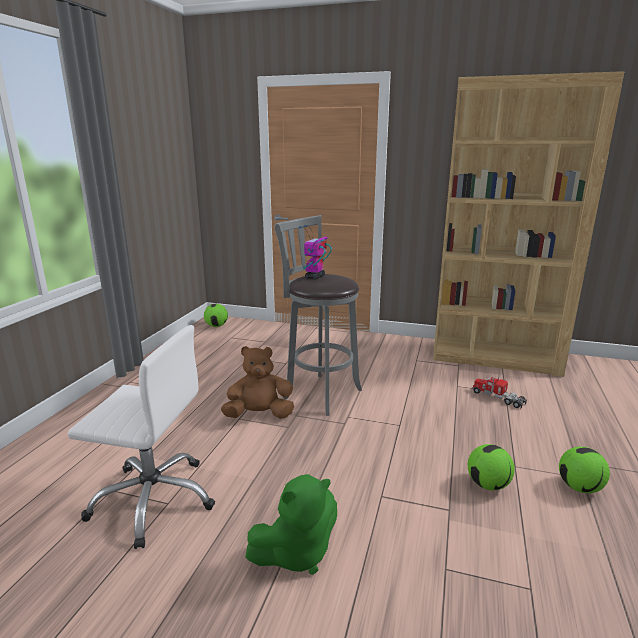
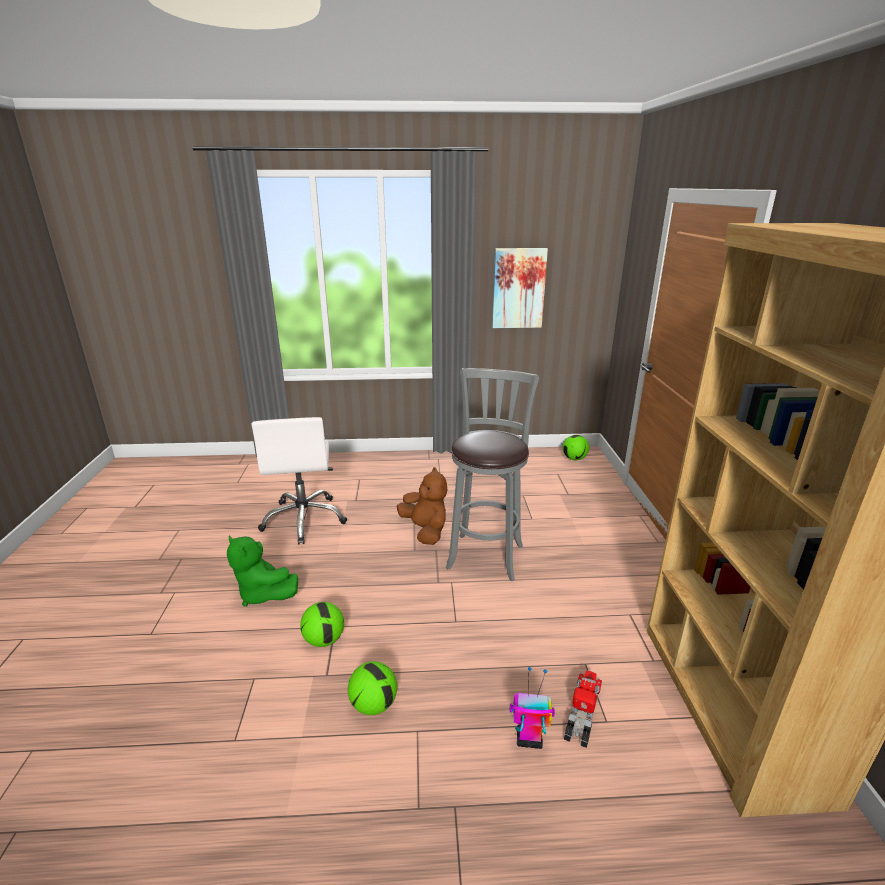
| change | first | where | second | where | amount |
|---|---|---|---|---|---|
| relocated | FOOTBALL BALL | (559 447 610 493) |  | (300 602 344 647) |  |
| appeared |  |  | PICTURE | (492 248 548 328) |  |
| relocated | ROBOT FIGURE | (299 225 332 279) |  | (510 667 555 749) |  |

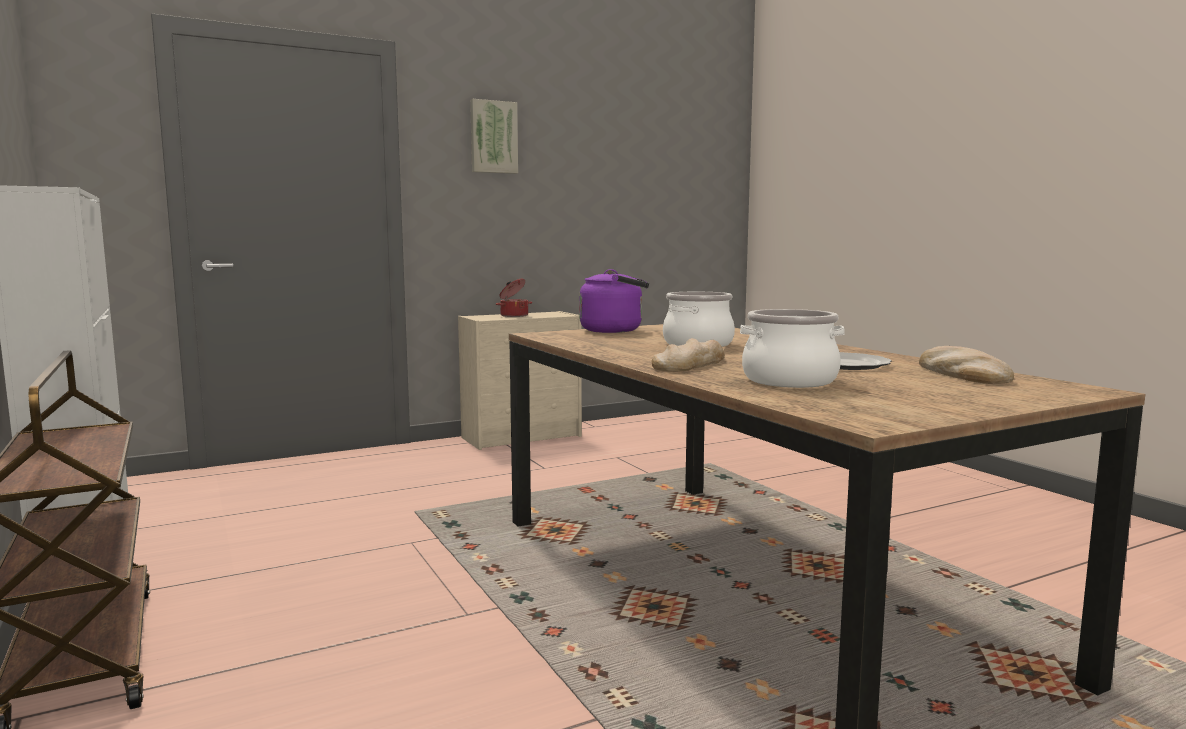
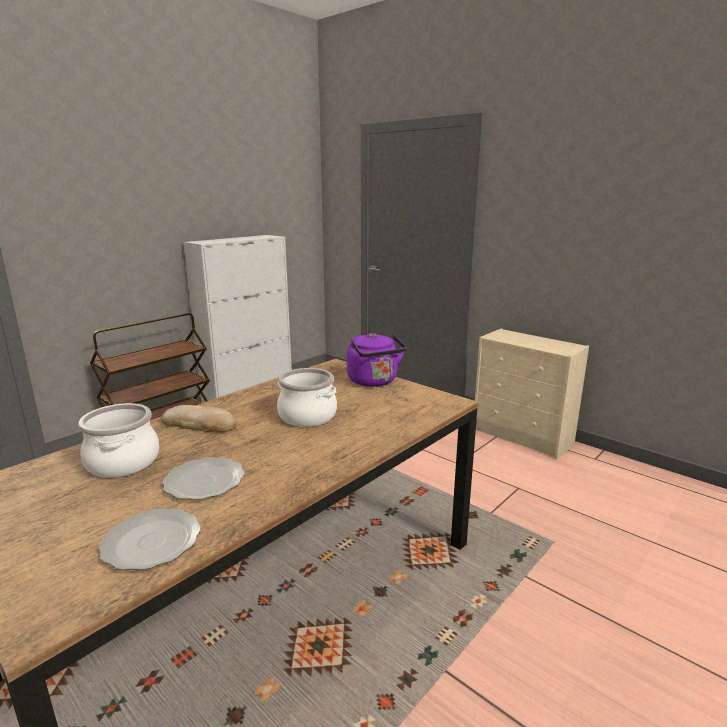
| change | first | where | second | where | amount |
|---|---|---|---|---|---|
| exchanged | BAKED BREAD | (919 346 1014 384) | PLATE | (99 509 201 570) |  |
| missing | PICTURE | (470 99 518 174) |  |  |  |
| missing | SAUCEPOT | (496 279 532 317) |  |  |  |

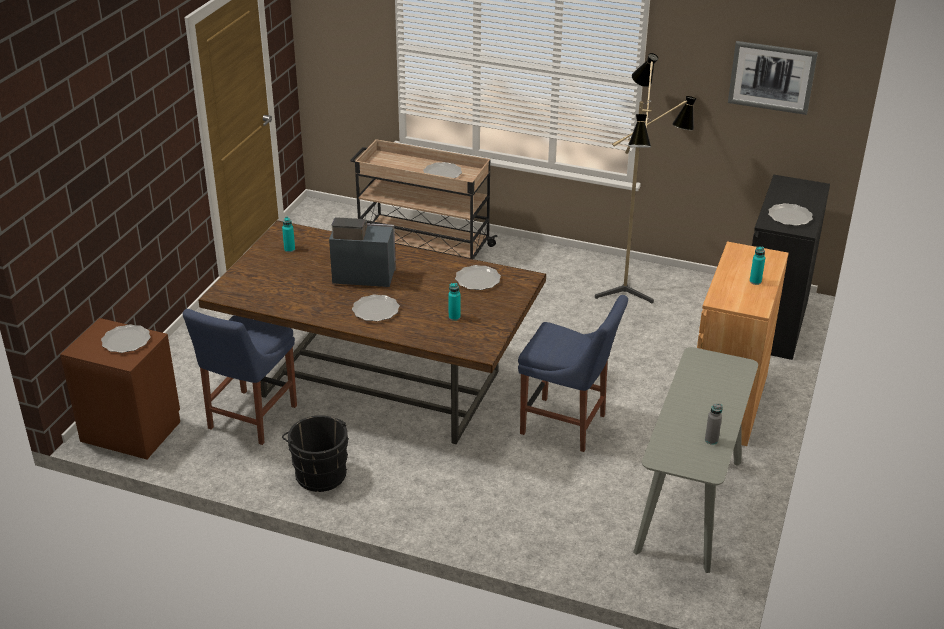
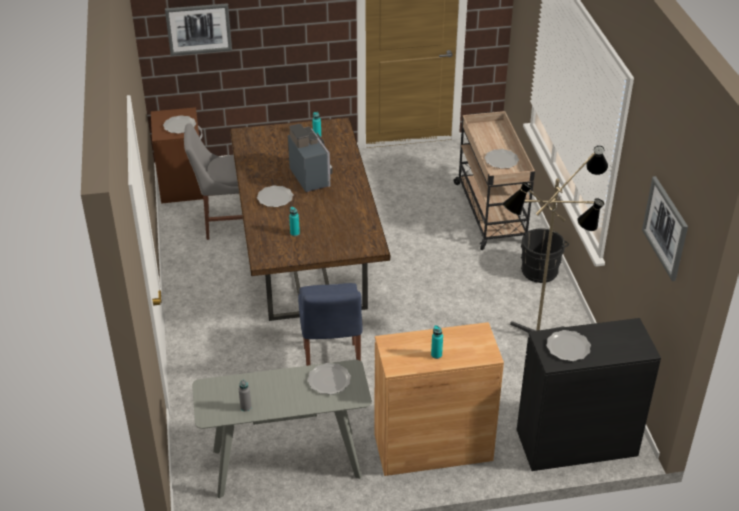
| change | first | where | second | where | amount |
|---|---|---|---|---|---|
| appeared |  |  | PICTURE | (165 3 232 56) |  |
| colour | BLUE-COLOURED UPRIGHT CHAIR | (183 309 297 445) | GREY UPRIGHT CHAIR | (184 124 243 240) |  |
| relocated | PLATE | (455 265 501 290) |  | (307 363 351 395) |  |
| relocated | BLACK BUCKET | (282 415 349 492) |  | (521 228 569 283) |  |

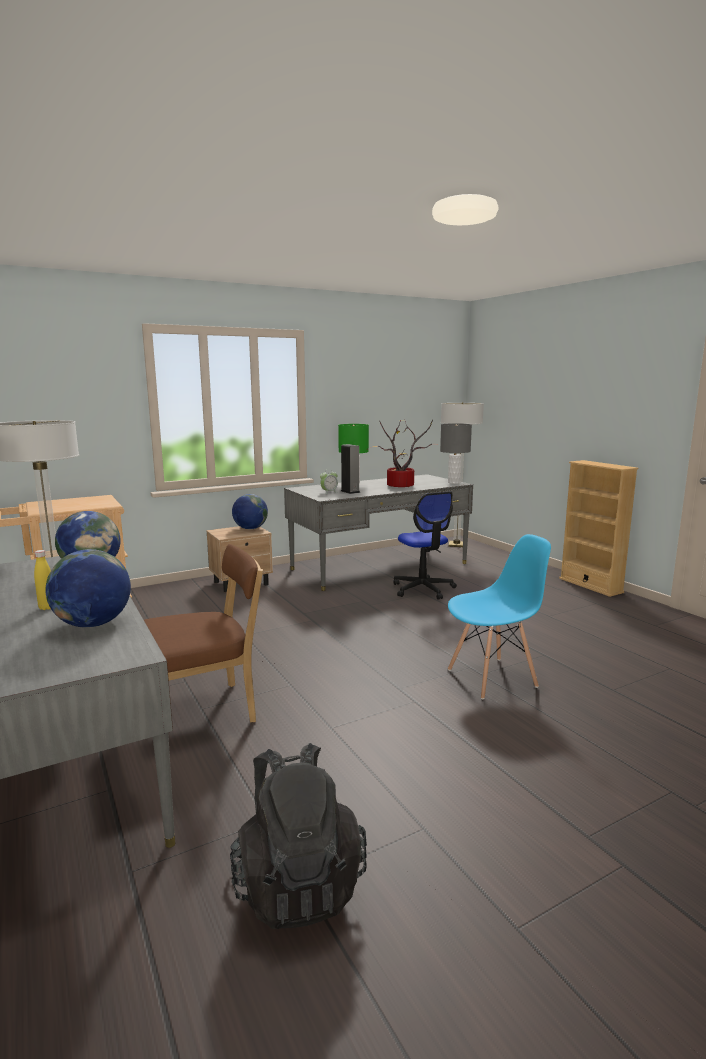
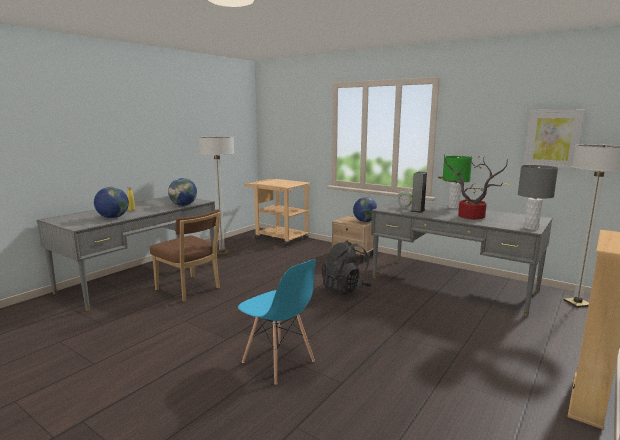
| change | first | where | second | where | amount |
|---|---|---|---|---|---|
| relocated | BLACK KNAPSACK | (230 743 367 929) |  | (322 240 372 295) |  |
| appeared |  |  | PICTURE | (523 109 585 170) |  |
| missing | OFFICE CHAIR | (393 492 457 600) |  |  |  |

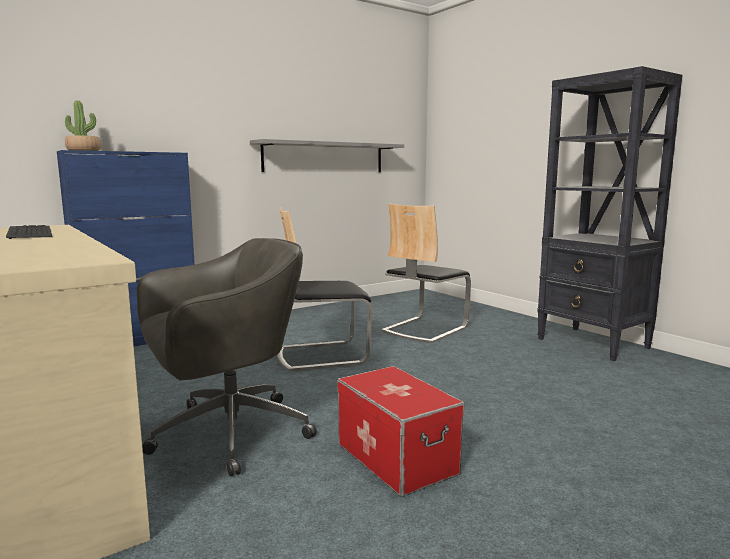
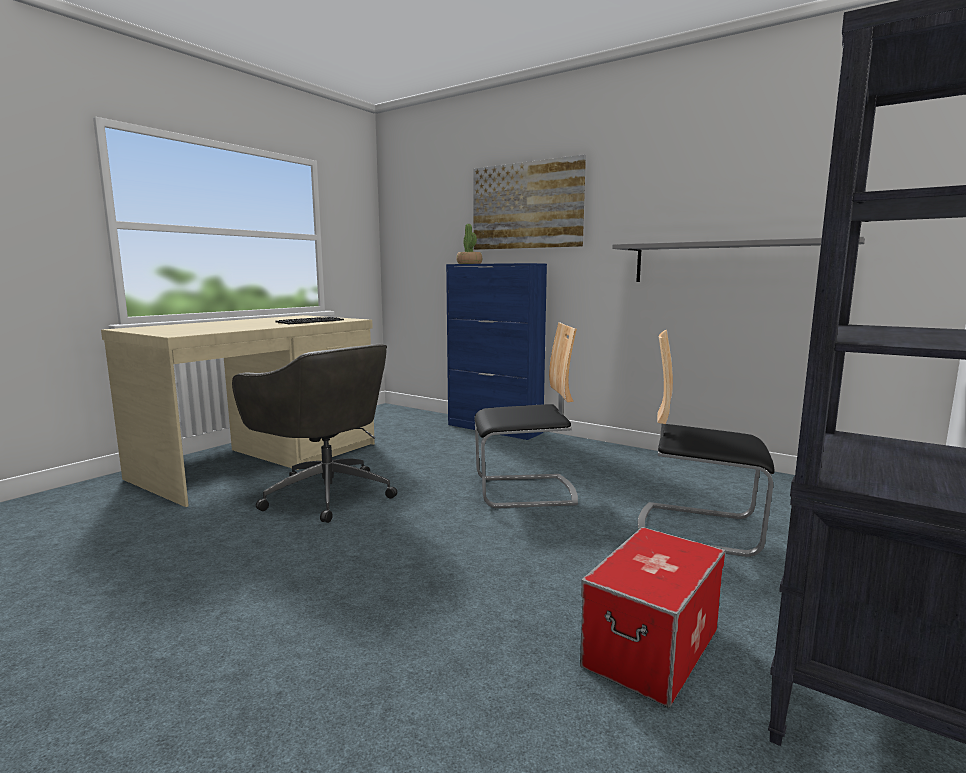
| change | first | where | second | where | amount |
|---|---|---|---|---|---|
| appeared |  |  | PICTURE | (473 155 586 250) |  |
| spun | UPRIGHT CHAIR | (277 207 372 371) |  | (475 322 578 508) | 120 degrees clockwise |
| relocated | STORAGE BOX | (337 366 464 497) |  | (580 527 725 708) |  |

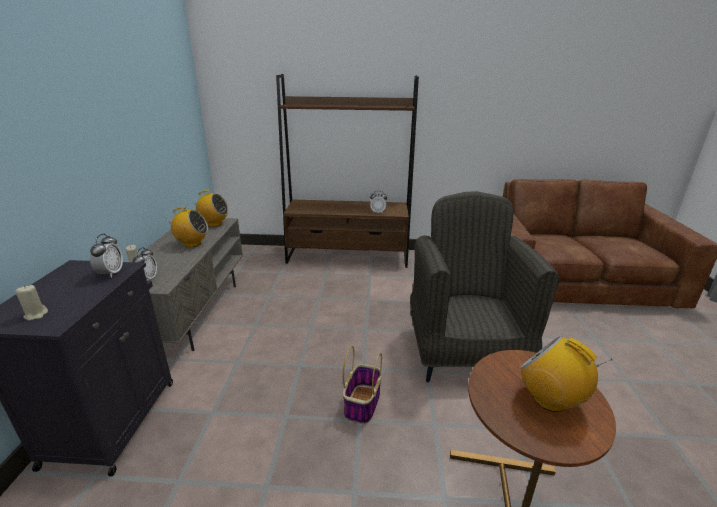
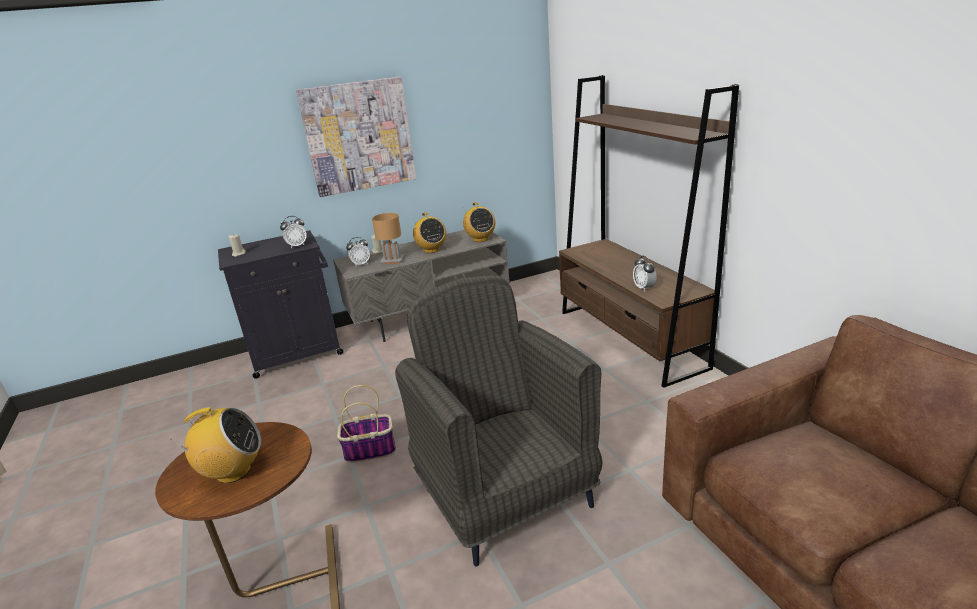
| change | first | where | second | where | amount |
|---|---|---|---|---|---|
| spun | RADIO SET | (520 336 612 412) |  | (171 407 261 483) | 60 degrees clockwise |
| appeared |  |  | PICTURE | (296 77 416 197) |  |
| appeared |  |  | BROWNISH LAMP FOR A TABLE | (372 213 404 264) |  |
| spun | GREY ARMCHAIR | (410 191 560 382) |  | (395 275 603 567) | 90 degrees counterclockwise |

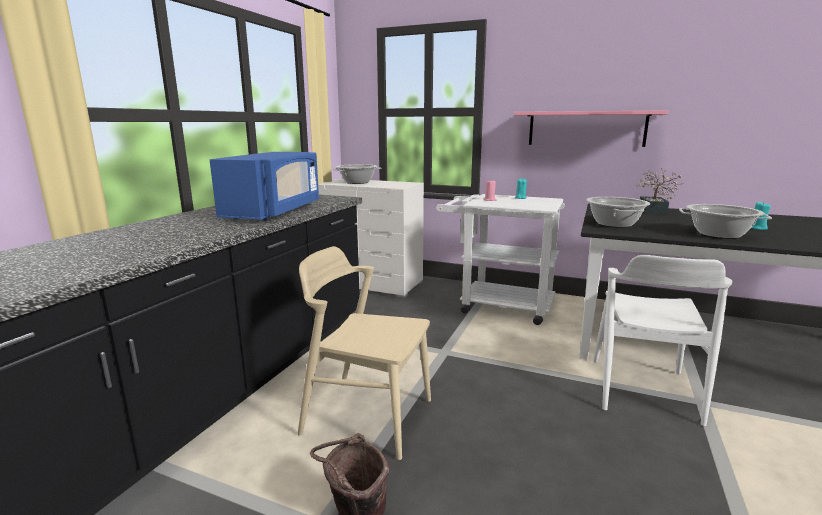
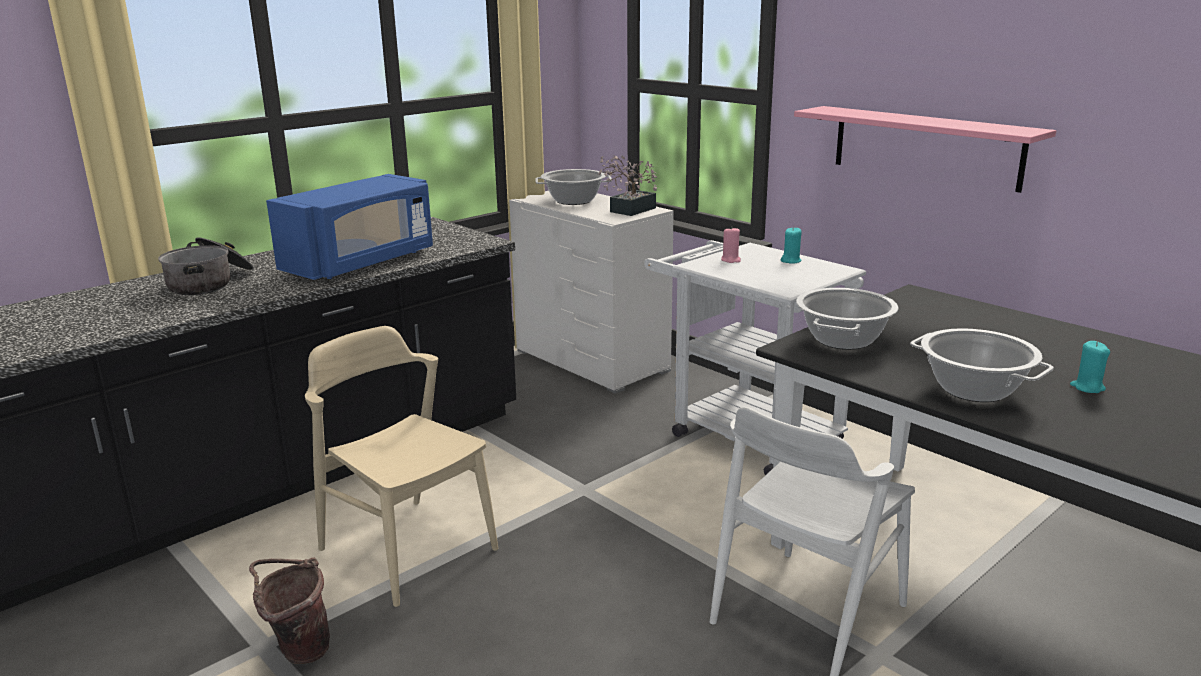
| change | first | where | second | where | amount |
|---|---|---|---|---|---|
| appeared |  |  | SAUCEPOT | (158 237 254 295) |  |
| relocated | POTTED PLANT | (636 168 684 214) |  | (598 155 657 216) |  |

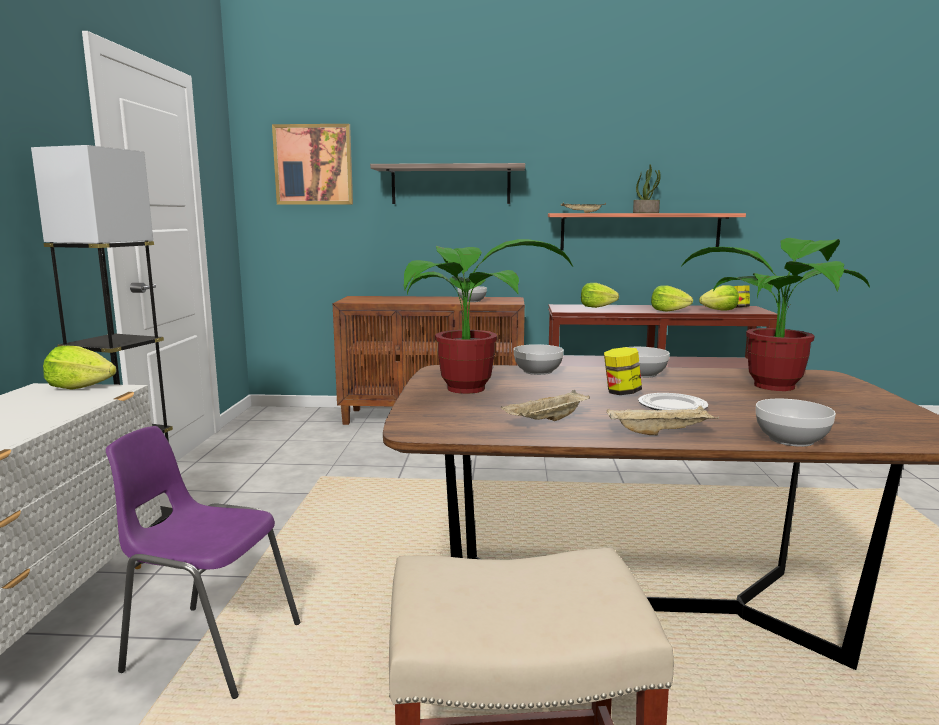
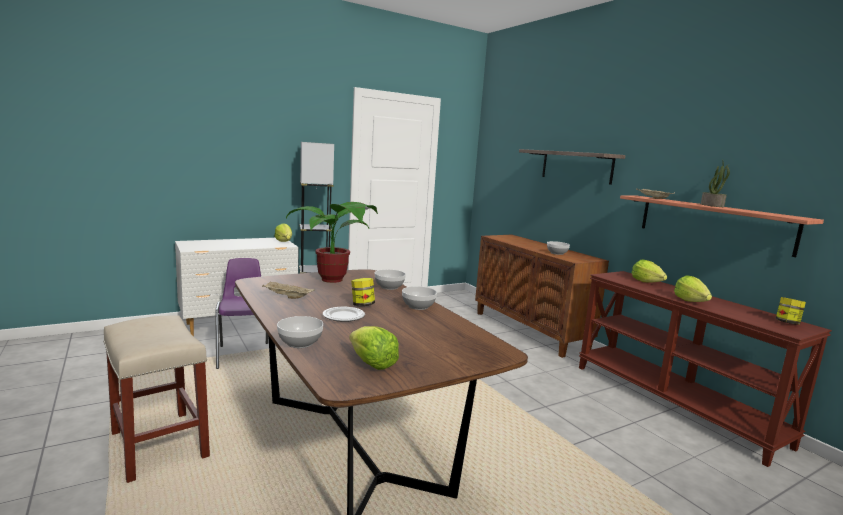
| change | first | where | second | where | amount |
|---|---|---|---|---|---|
| relocated | LETTUCE HEAD | (699 285 739 310) |  | (349 326 399 370) |  |
| missing | PICTURE | (272 124 353 205) |  |  |  |
| missing | BEIGE-COLOURED TRAY | (606 405 719 435) |  |  |  |
| missing | POTTED PLANT | (681 238 870 391) |  |  |  |

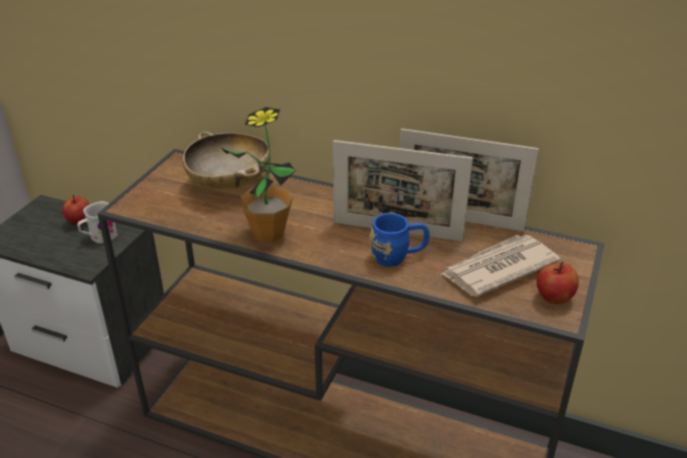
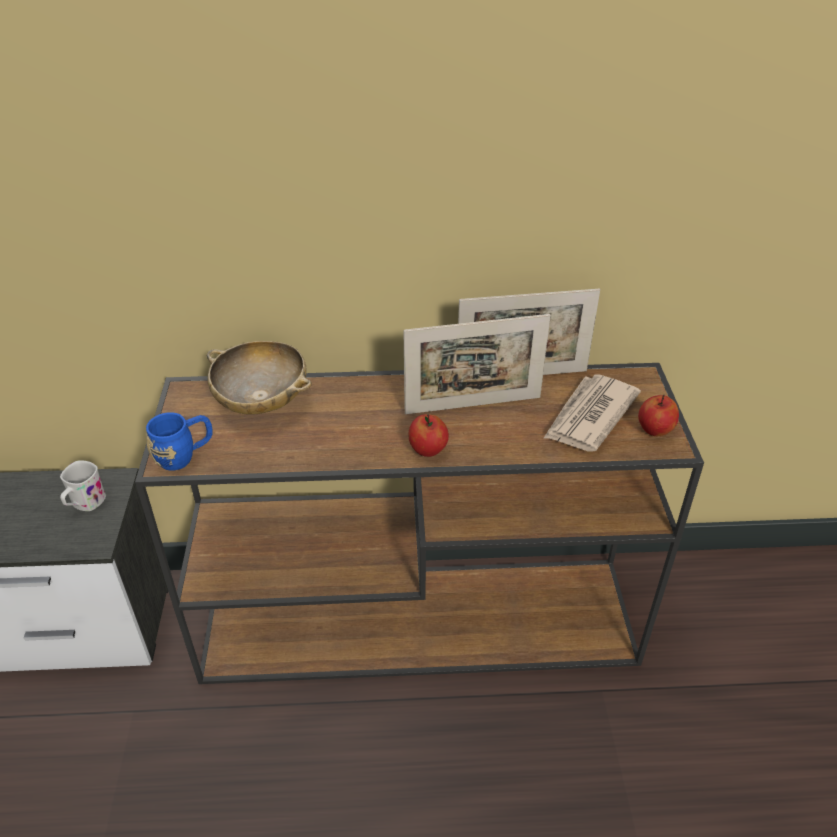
| change | first | where | second | where | amount |
|---|---|---|---|---|---|
| relocated | BLUE-COLOURED COFFEE MUG | (369 213 430 267) |  | (146 412 213 471) |  |
| relocated | APPLE | (62 195 90 225) |  | (408 414 449 457) |  |
| missing | POTTED PLANT | (220 107 296 242) |  |  |  |

